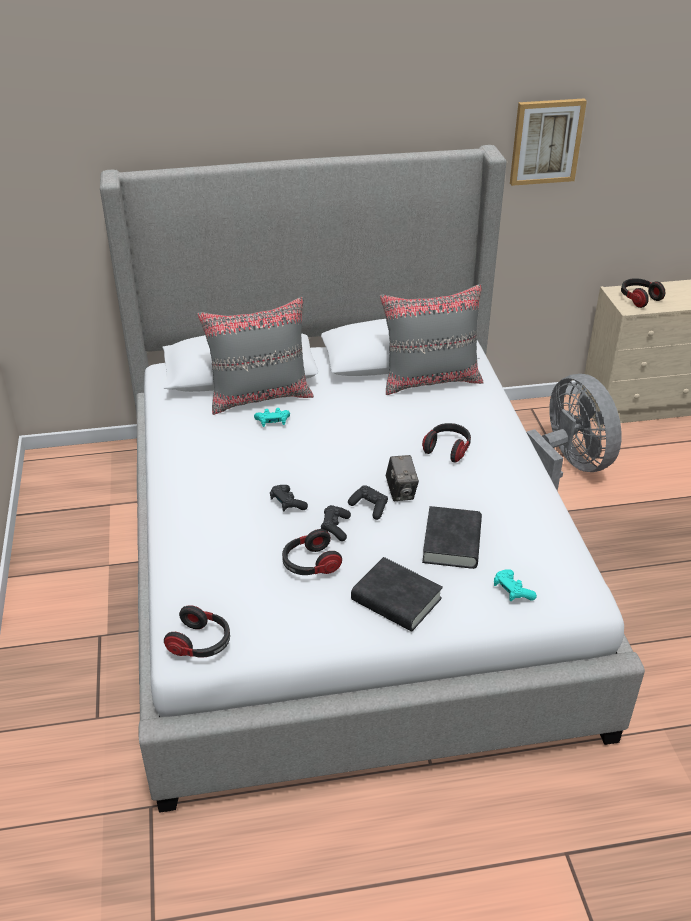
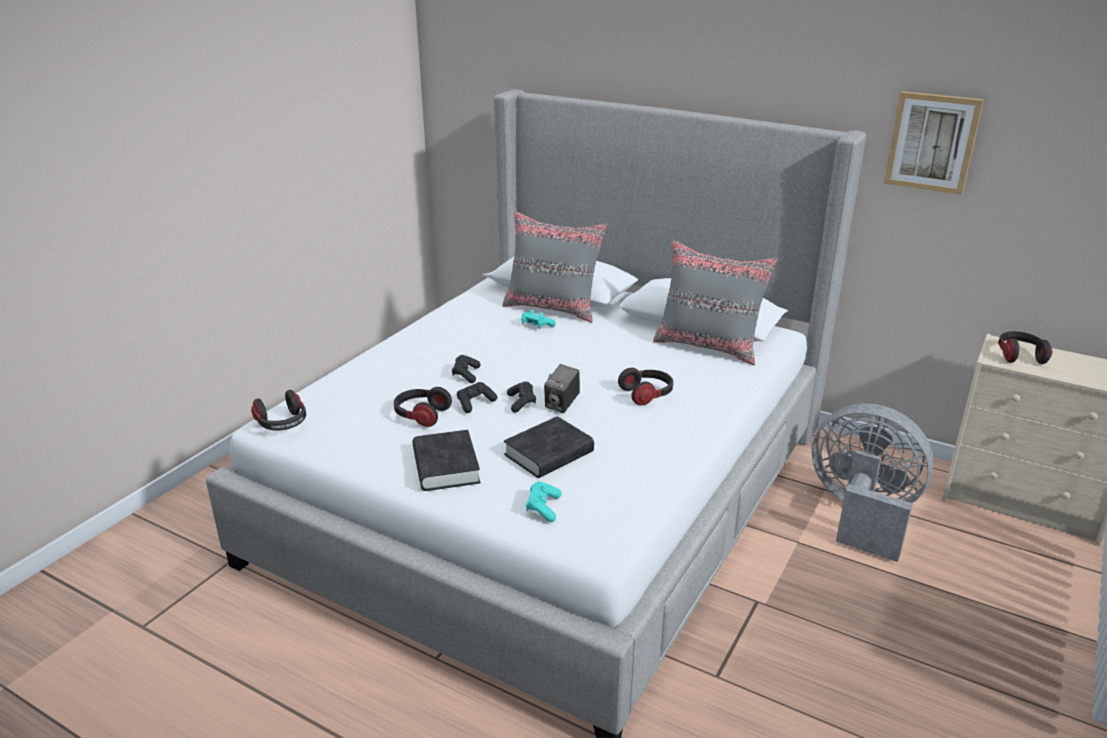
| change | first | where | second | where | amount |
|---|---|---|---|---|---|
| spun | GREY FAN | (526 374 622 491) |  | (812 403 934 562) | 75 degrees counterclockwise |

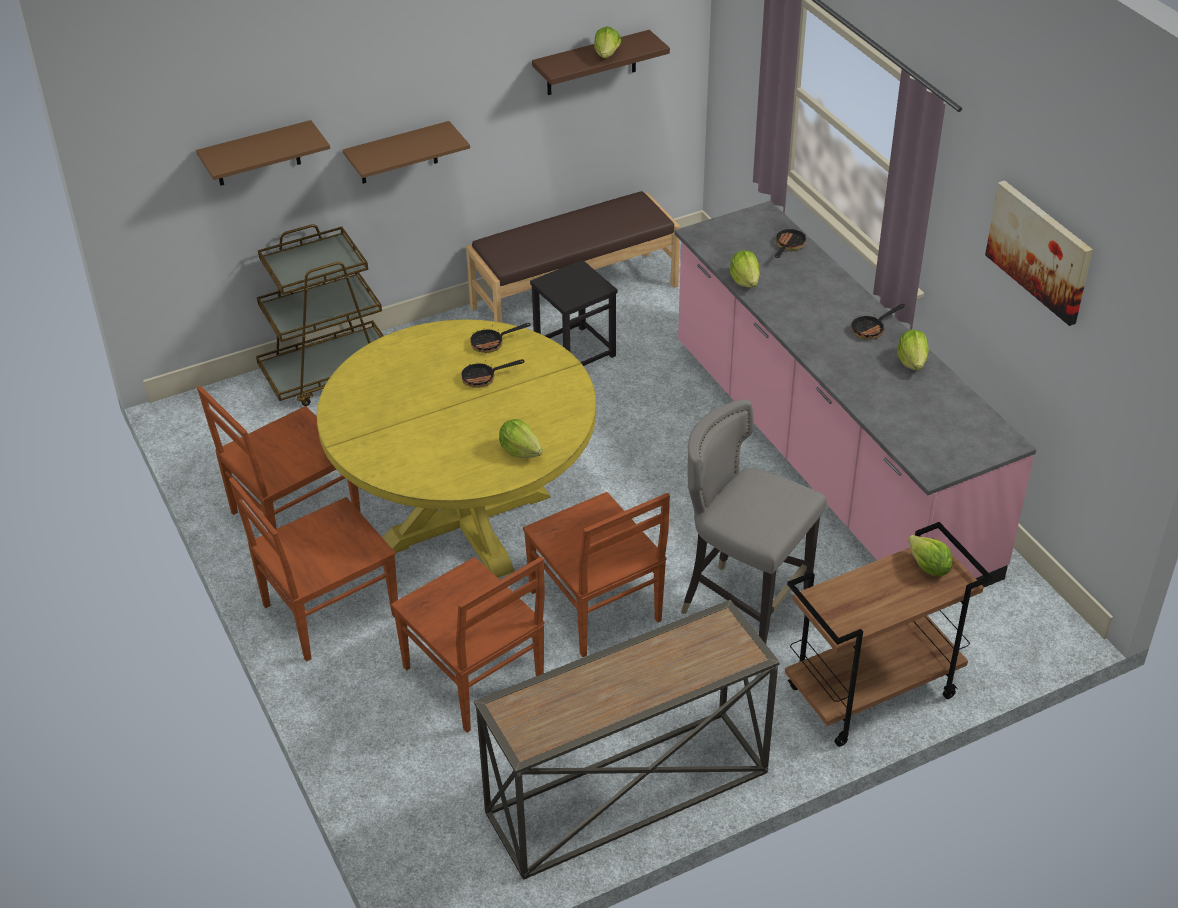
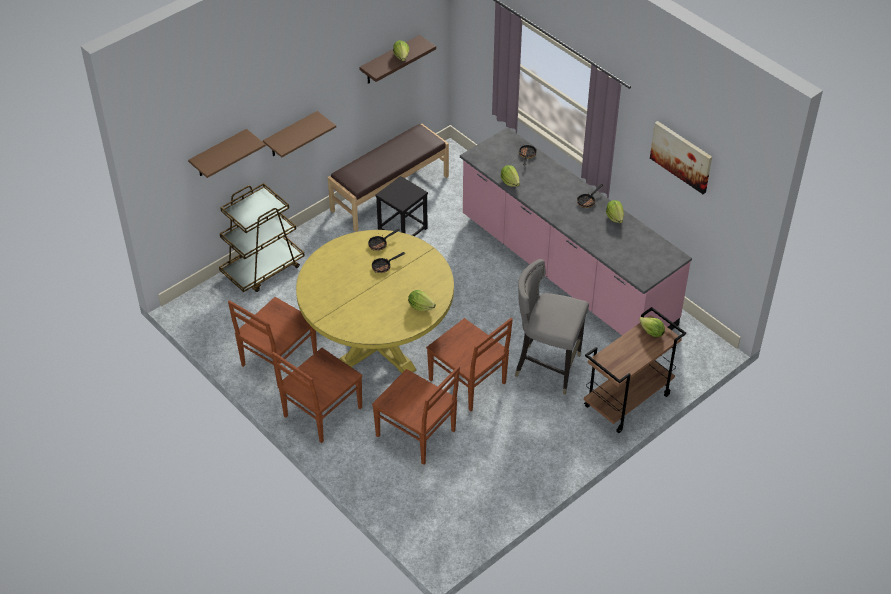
| change | first | where | second | where | amount |
|---|---|---|---|---|---|
| missing | HALL TABLE | (474 600 780 880) |  |  |  |

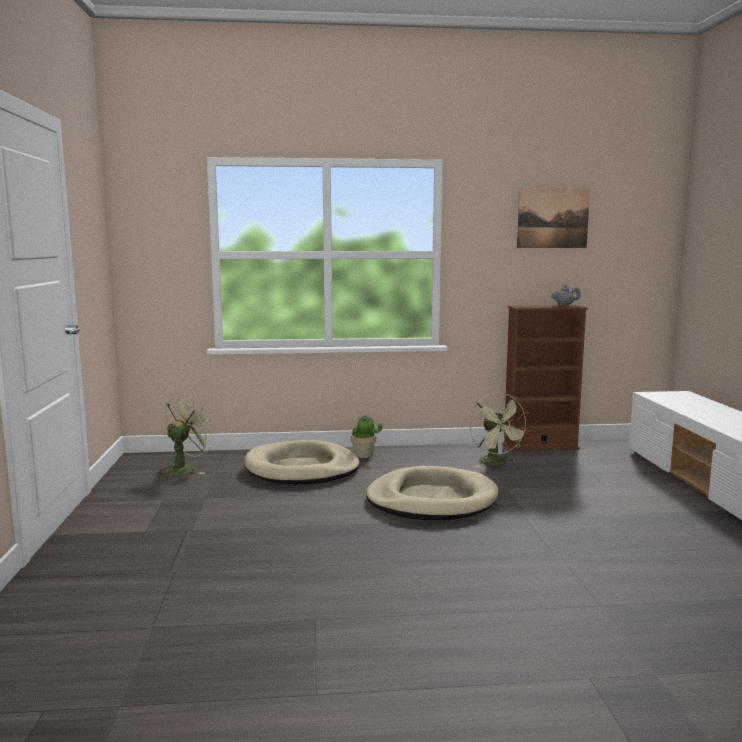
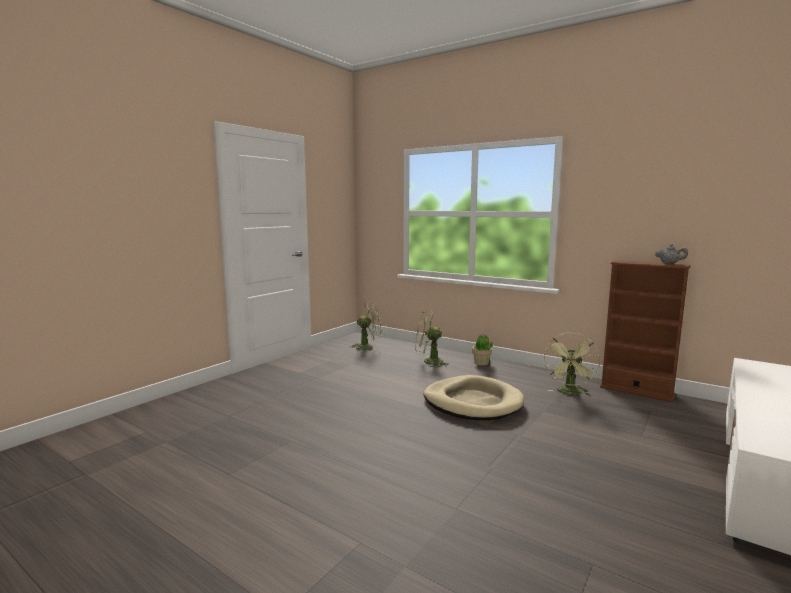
| change | first | where | second | where | amount |
|---|---|---|---|---|---|
| exchanged | BEIGE-COLOURED DOG BED | (244 440 360 484) | GREEN-COLOURED FAN | (415 311 449 367) |  |
| missing | PICTURE | (517 189 590 248) |  |  |  |

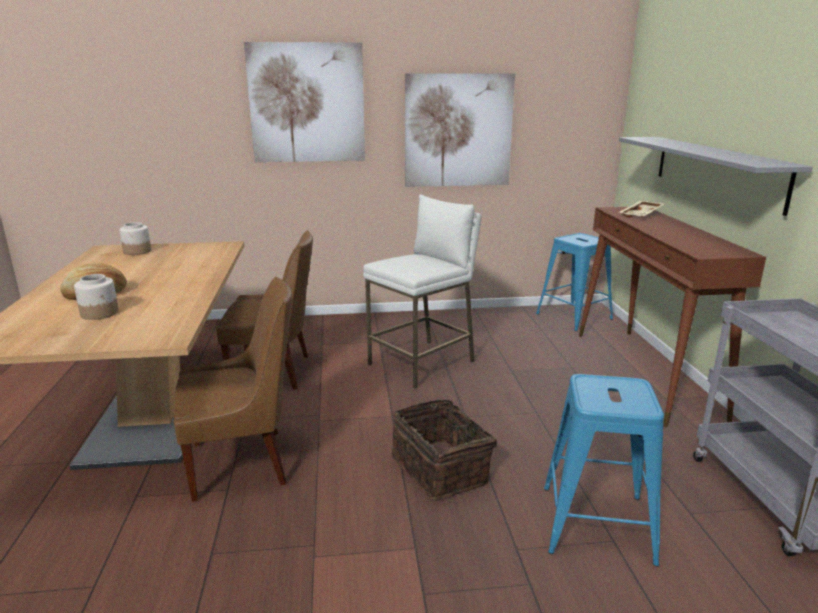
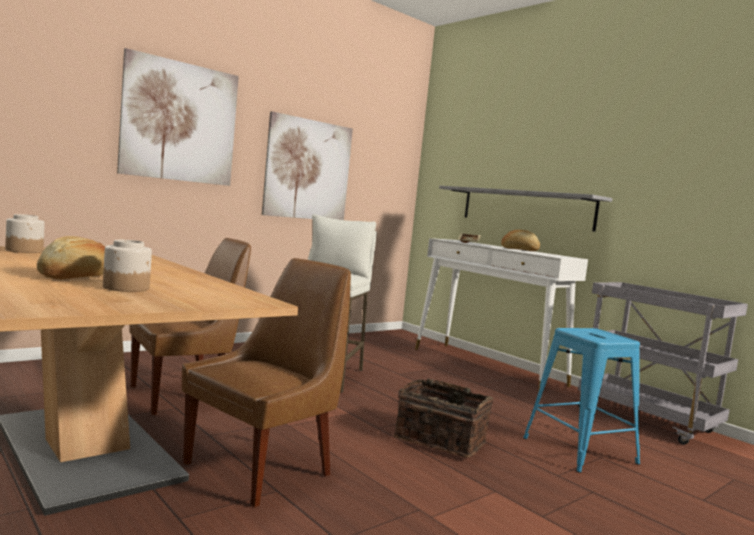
| change | first | where | second | where | amount |
|---|---|---|---|---|---|
| colour | BROWNISH HALL TABLE | (579 207 766 427) | WHITE-COLOURED HALL TABLE | (415 238 588 392) |  |
| appeared |  |  | BAKED BREAD | (501 230 540 251) |  |
| missing | BLUE-COLOURED STOOL | (536 233 613 331) |  |  |  |

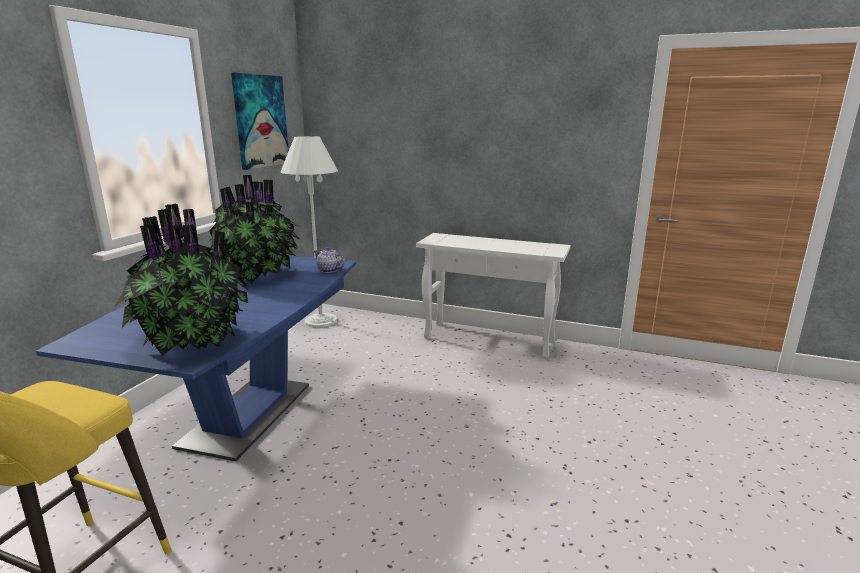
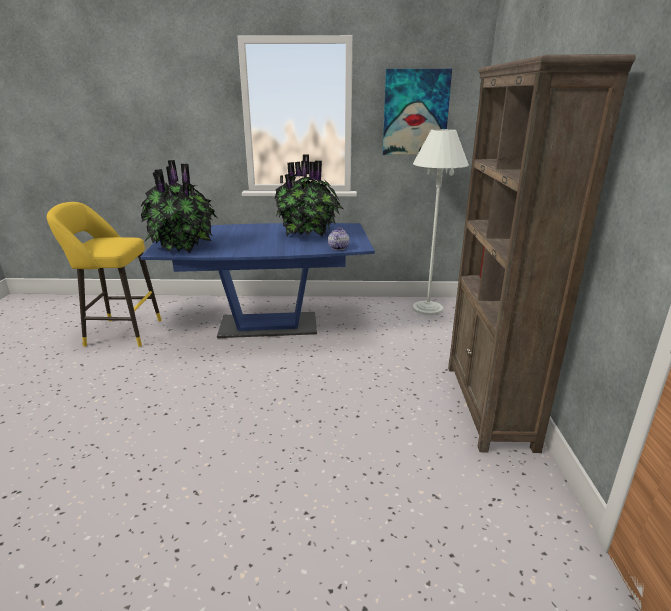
| change | first | where | second | where | amount |
|---|---|---|---|---|---|
| exchanged | WHITE-COLOURED HALL TABLE | (416 233 571 359) | BROWNISH BOOKSHELF | (448 55 636 453) |  |

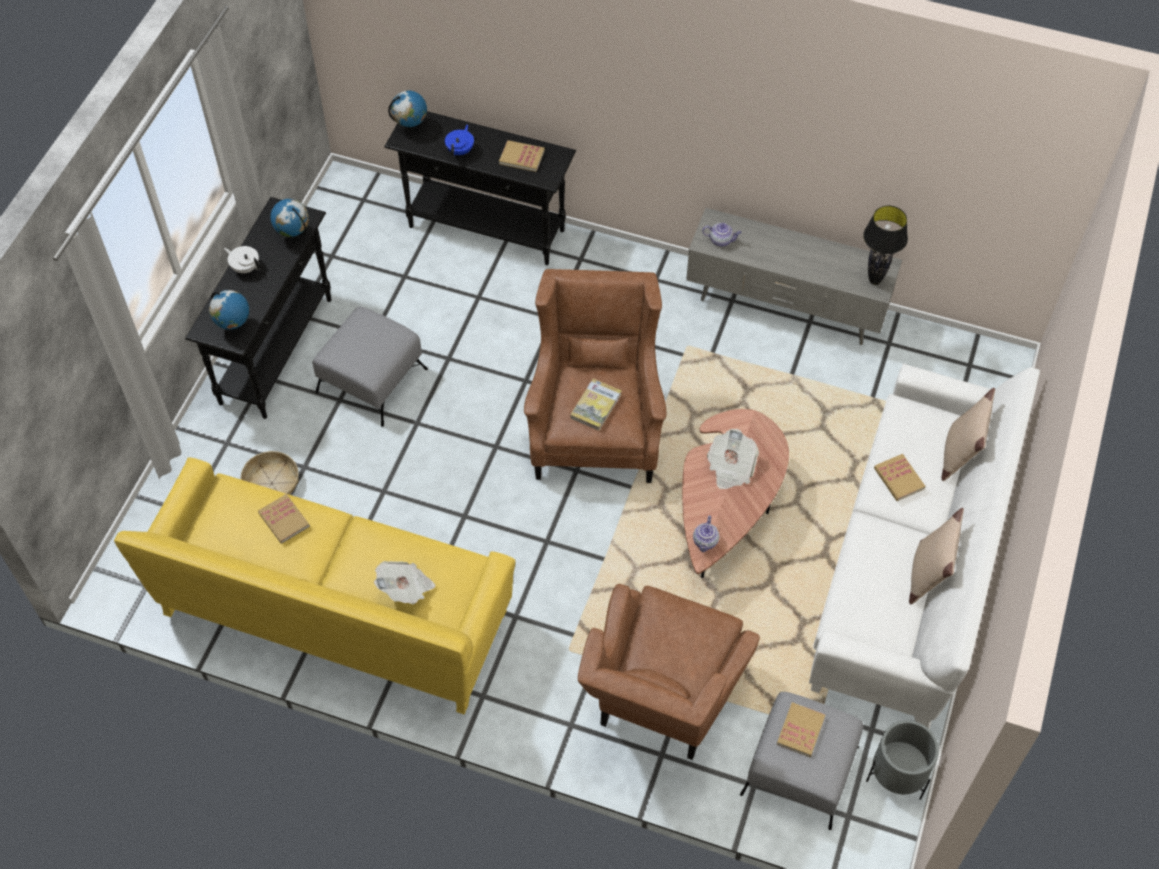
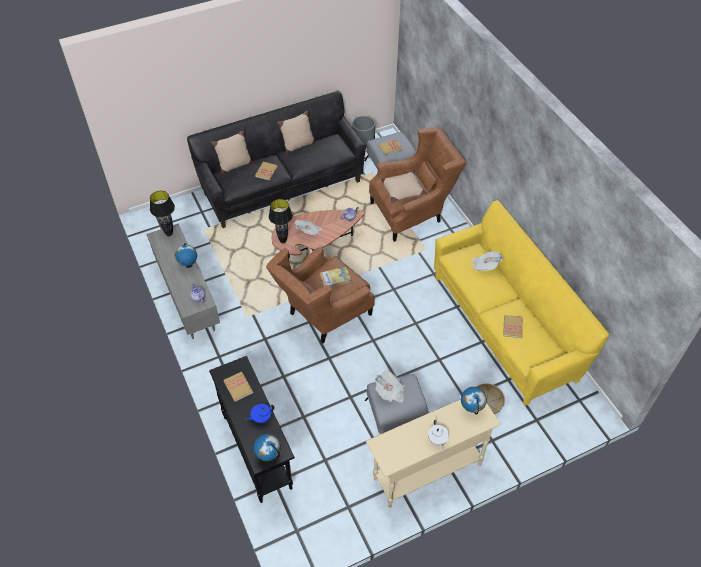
| change | first | where | second | where | amount |
|---|---|---|---|---|---|
| relocated | GLOBE | (270 199 309 241) |  | (175 243 197 268) |  |
| colour | WHITE-COLOURED SETTEE | (809 363 1040 730) | BLACK SETTEE | (187 91 366 228) |  |
| appeared |  |  | BLACK LAMP FOR A TABLE | (269 199 293 243) |  |
| colour | BLACK HALL TABLE | (185 197 331 419) | BEIGE-COLOURED HALL TABLE | (366 399 501 508) |  |
| appeared |  |  | DAILY PAPER | (375 371 404 403) |  |
| appeared |  |  | BEIGE-COLOURED THROW PILLOW | (381 171 427 203) |  |

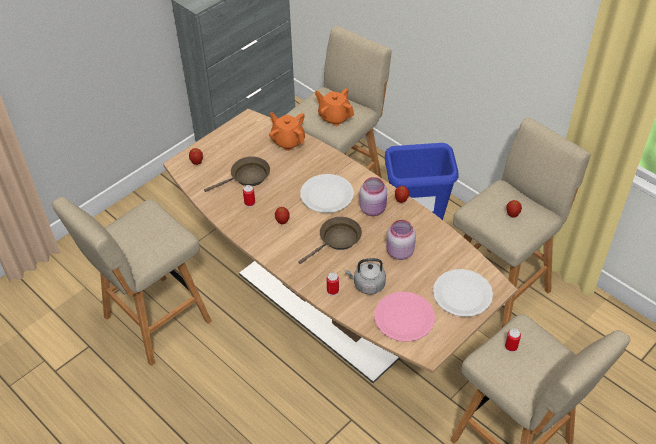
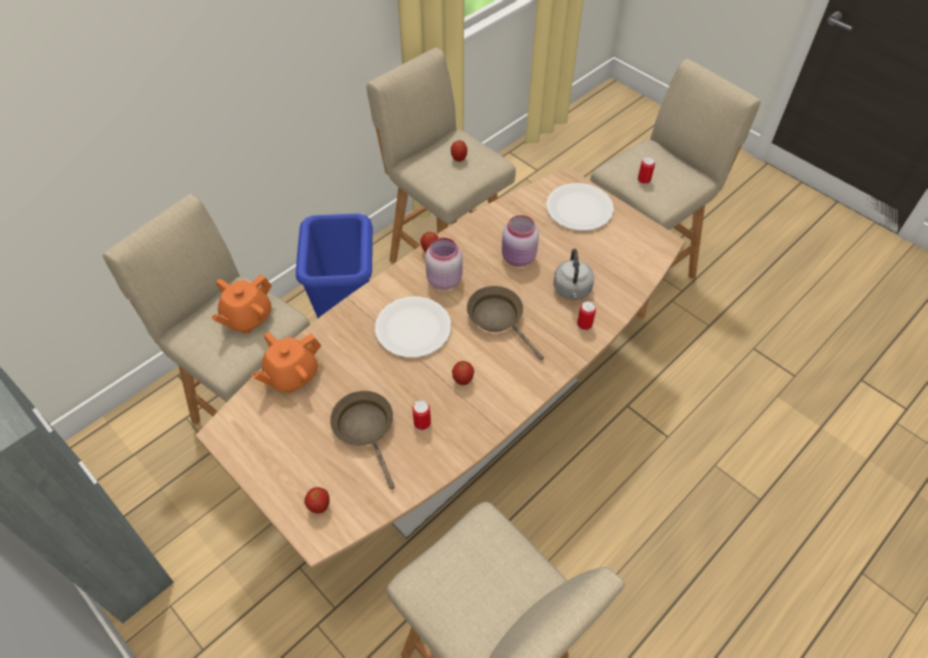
| change | first | where | second | where | amount |
|---|---|---|---|---|---|
| missing | PINKISH PLATE | (374 292 435 342) |  |  |  |

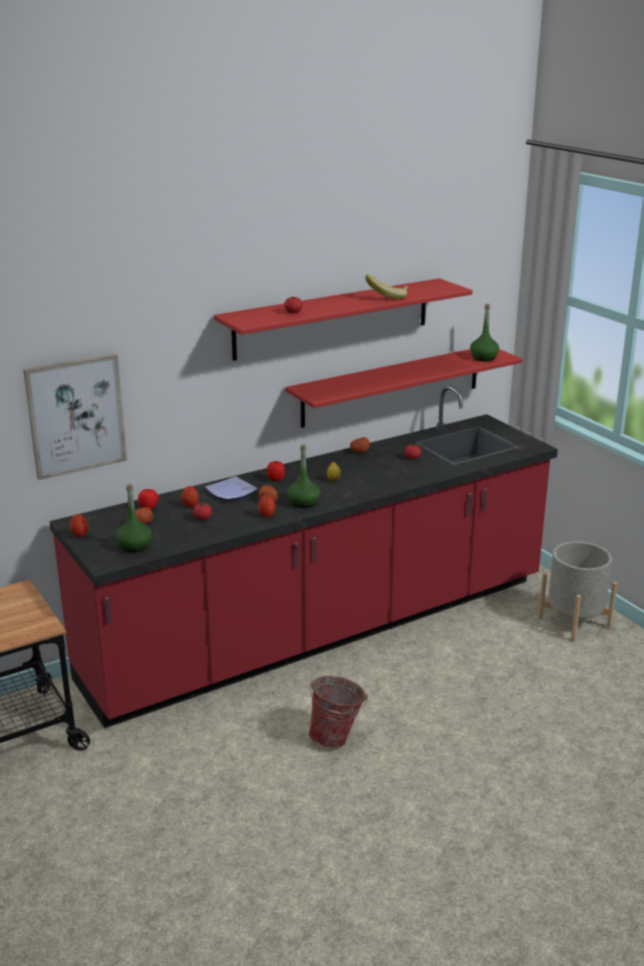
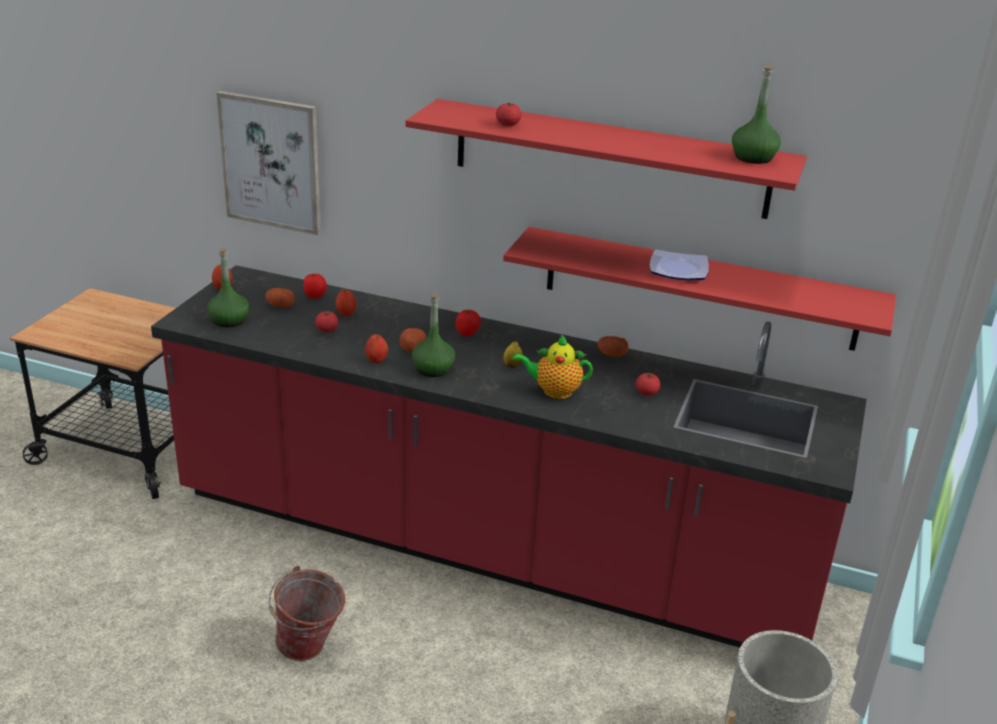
| change | first | where | second | where | amount |
|---|---|---|---|---|---|
| appeared |  |  | POT FOR TEA | (513 335 593 399) |  |
| relocated | PLATE | (205 476 258 501) |  | (650 250 709 280) |  |
| relocated | GREEN-COLOURED BEVERAGE BOTTLE | (470 304 499 361) |  | (732 65 781 164) |  |
| missing | BANANA | (365 274 409 299) |  |  |  |

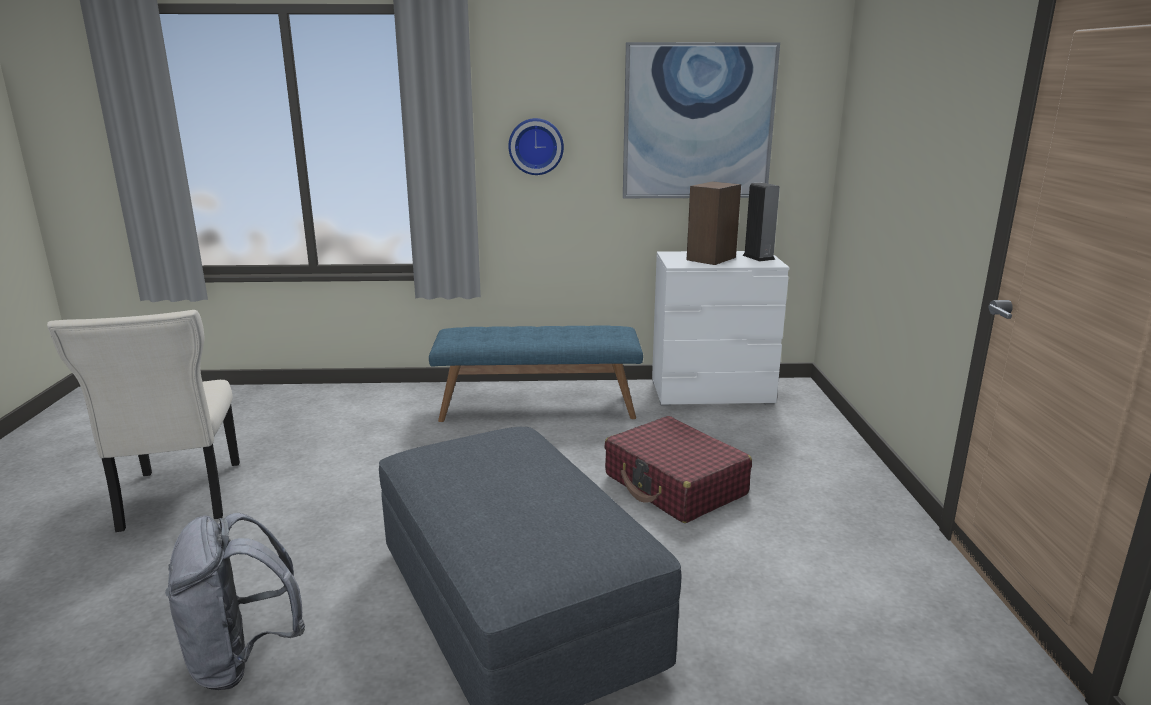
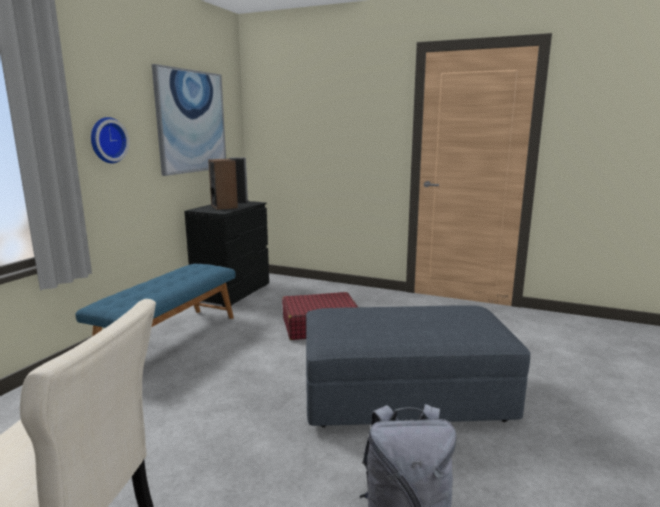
| change | first | where | second | where | amount |
|---|---|---|---|---|---|
| colour | WHITE-COLOURED DRESSER | (652 251 790 406) | BLACK DRESSER | (184 201 269 307) |  |

